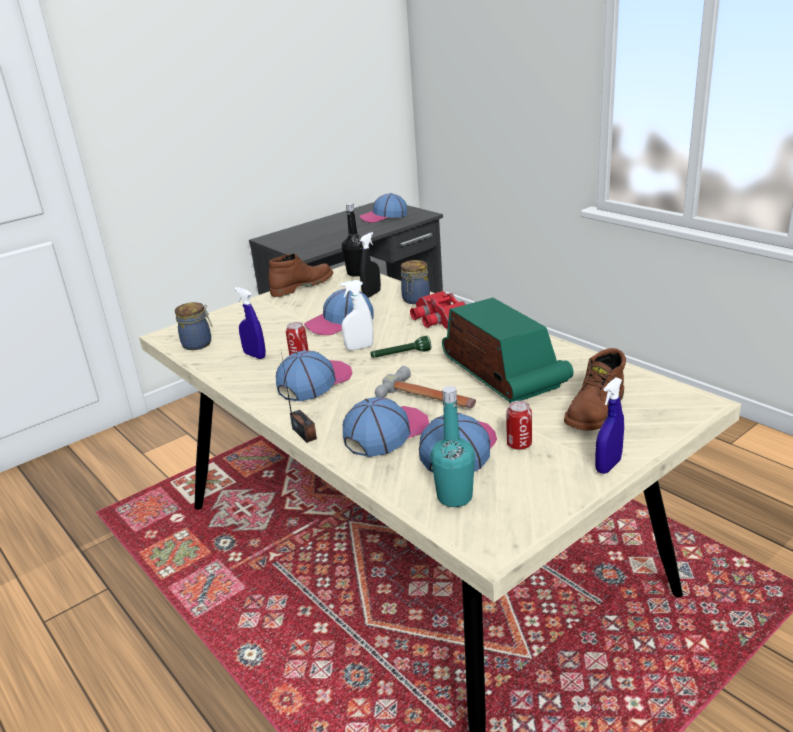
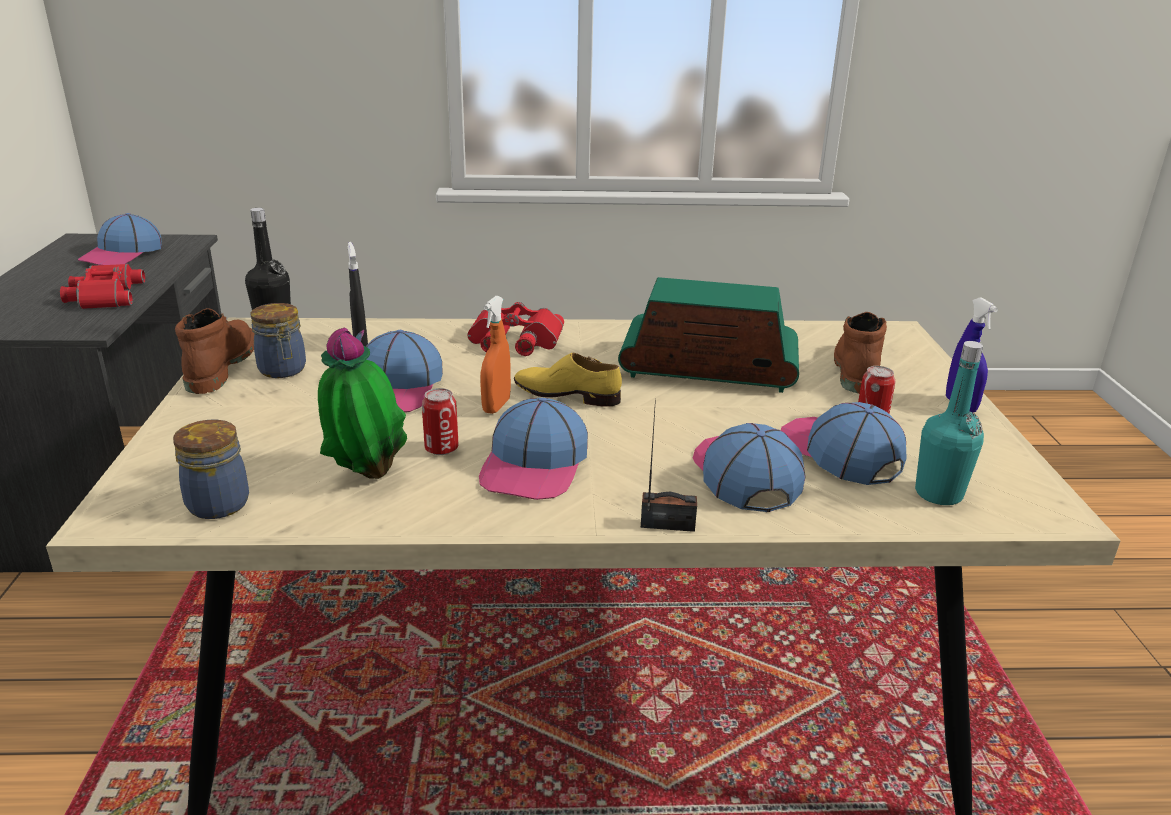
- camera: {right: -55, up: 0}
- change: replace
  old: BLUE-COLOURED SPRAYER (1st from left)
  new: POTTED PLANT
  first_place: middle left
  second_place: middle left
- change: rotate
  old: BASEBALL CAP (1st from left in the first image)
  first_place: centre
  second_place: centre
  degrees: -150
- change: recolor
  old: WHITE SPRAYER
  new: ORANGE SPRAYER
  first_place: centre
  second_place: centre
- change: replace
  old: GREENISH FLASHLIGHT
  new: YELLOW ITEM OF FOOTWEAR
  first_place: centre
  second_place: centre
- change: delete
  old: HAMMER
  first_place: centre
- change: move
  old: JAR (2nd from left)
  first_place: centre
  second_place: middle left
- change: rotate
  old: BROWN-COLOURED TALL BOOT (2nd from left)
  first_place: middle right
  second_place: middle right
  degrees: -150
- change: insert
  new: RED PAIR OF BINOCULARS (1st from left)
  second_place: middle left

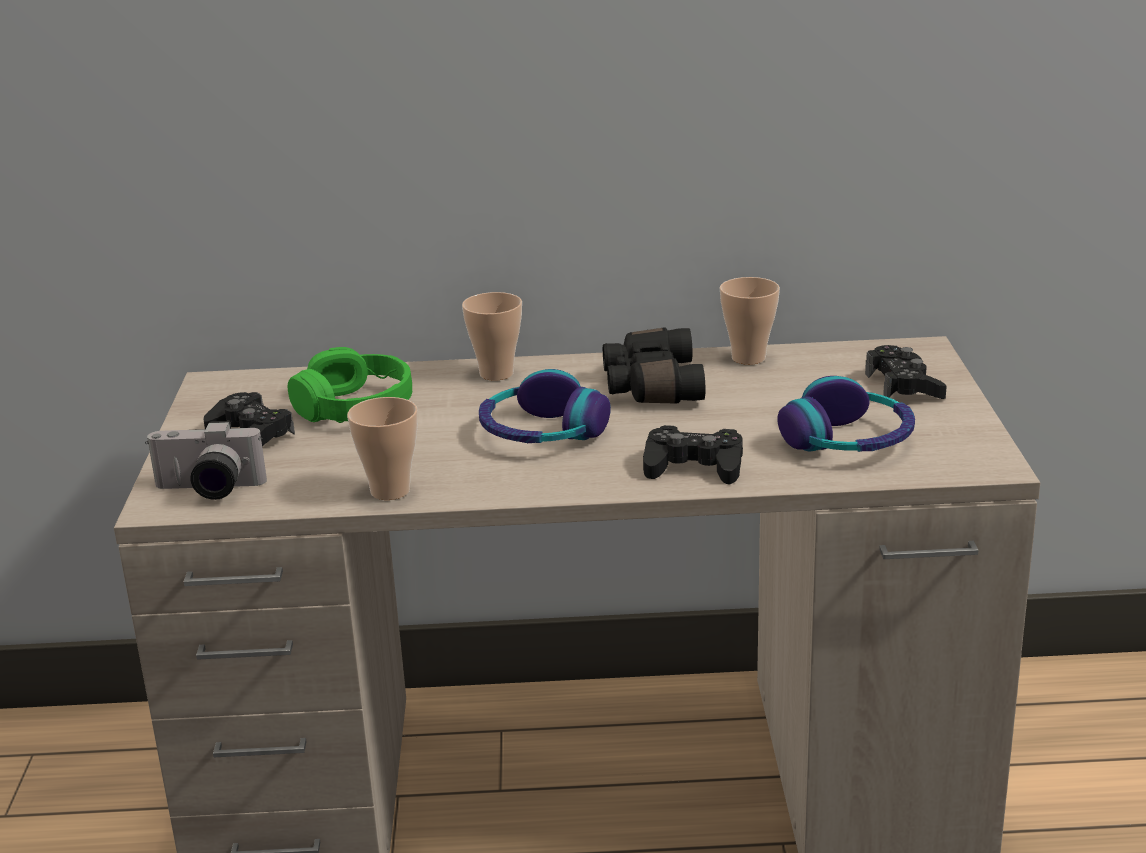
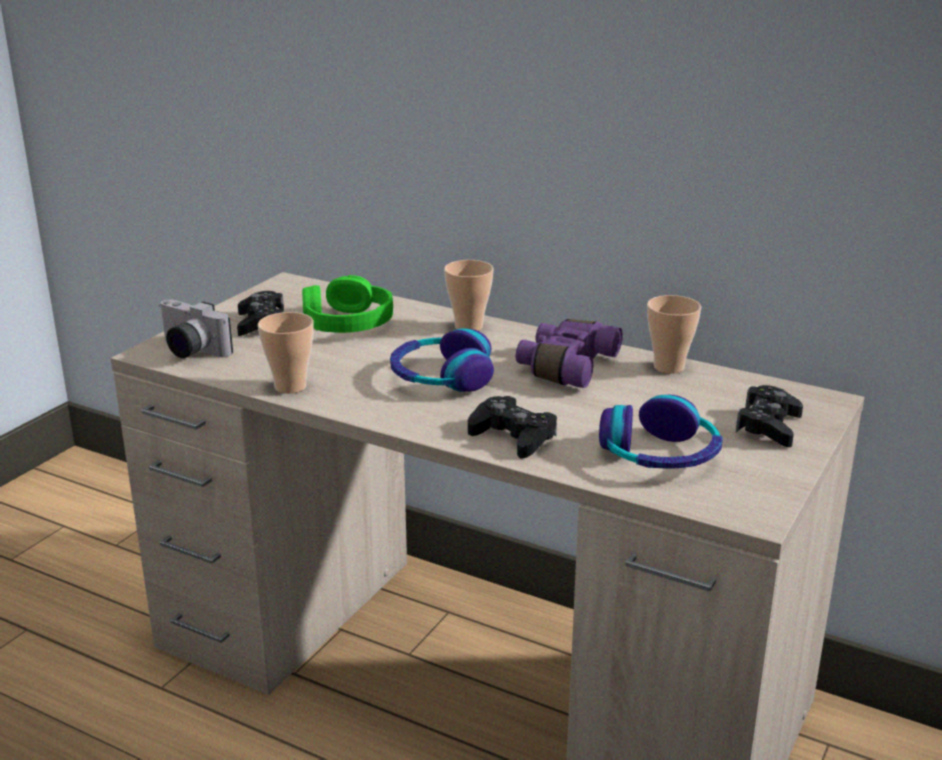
- camera: {right: 30, up: 0}
- change: recolor
  old: BLACK PAIR OF BINOCULARS
  new: PURPLE-COLOURED PAIR OF BINOCULARS
  first_place: centre
  second_place: centre

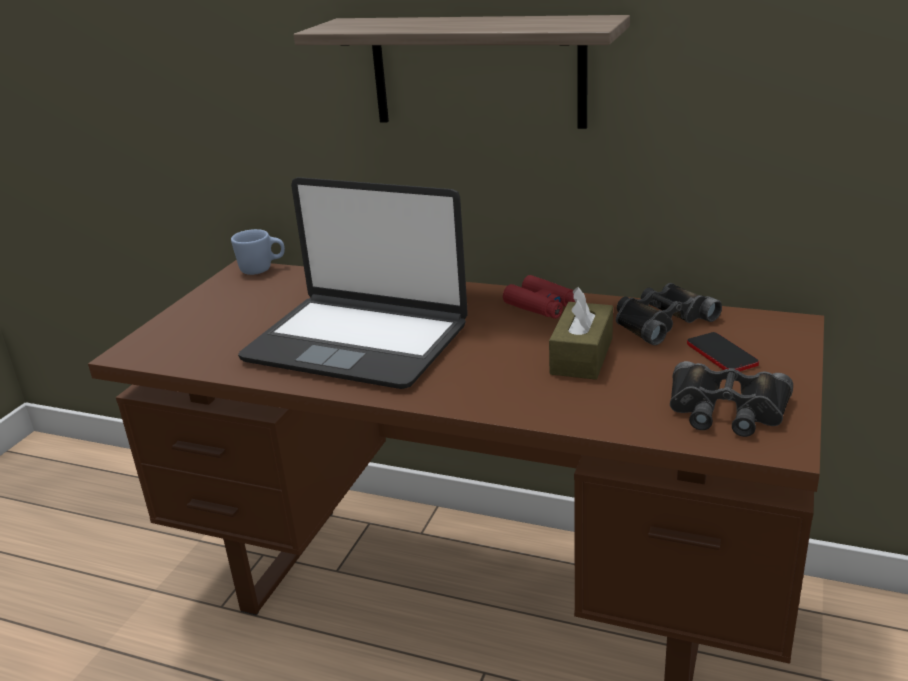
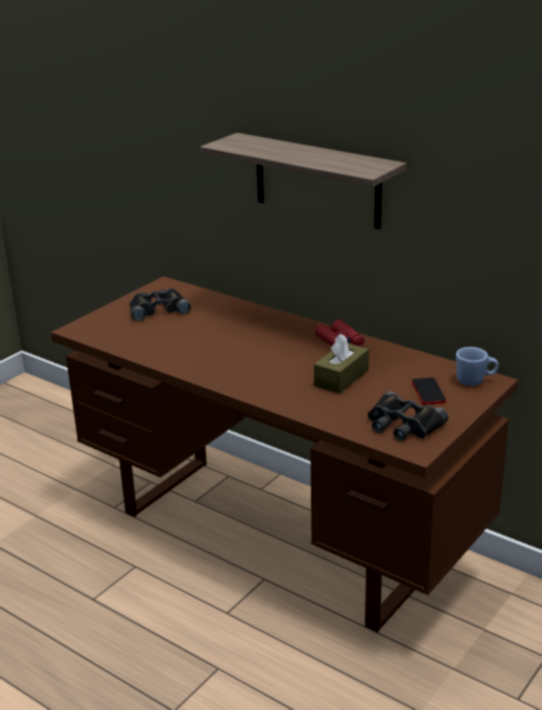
- camera: {right: 15, up: 0}
- change: move
  old: BLUE-COLOURED MUG
  first_place: middle left
  second_place: middle right
- change: delete
  old: NOTEBOOK COMPUTER
  first_place: centre
- change: move
  old: BLACK PAIR OF BINOCULARS (1st from left)
  first_place: middle right
  second_place: middle left

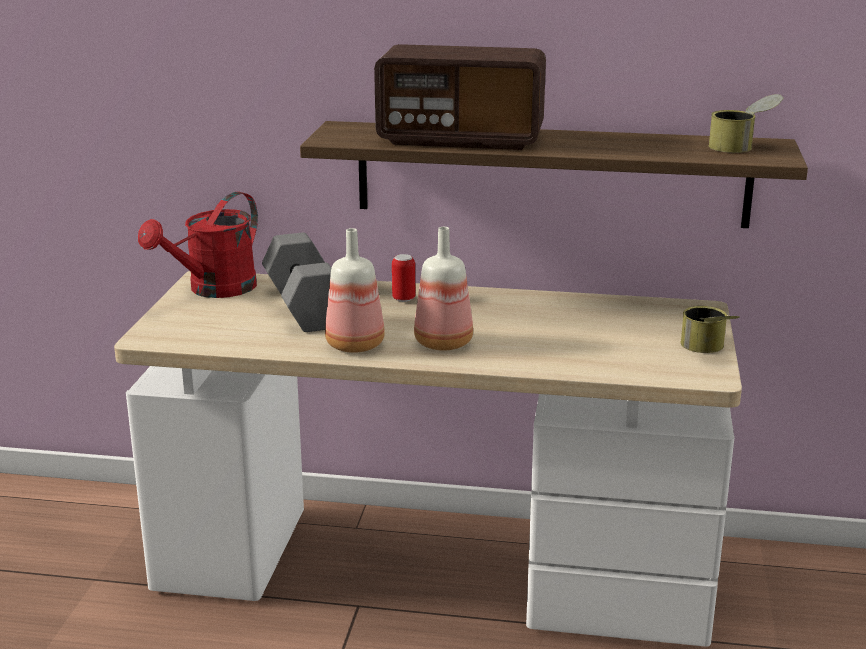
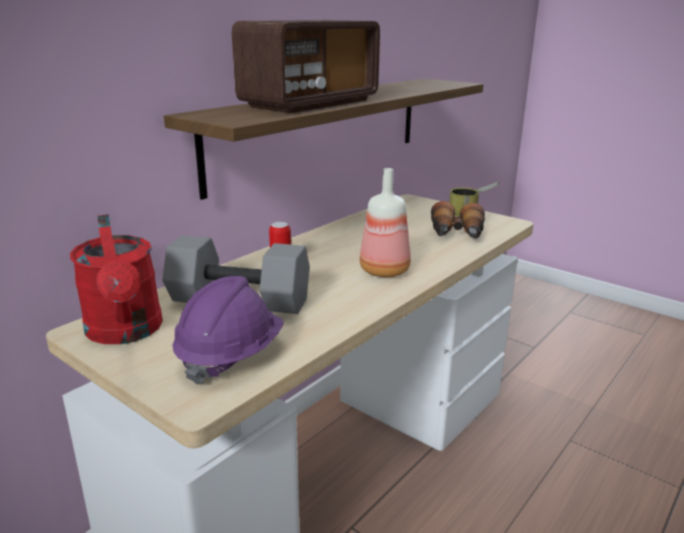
- camera: {right: -60, up: 0}
- change: delete
  old: BOTTLE (1st from left)
  first_place: centre
- change: delete
  old: CAN (3rd from left)
  first_place: top right
- change: insert
  new: PURPLE-COLOURED WORK HELMET
  second_place: centre
- change: insert
  new: PAIR OF BINOCULARS
  second_place: middle right

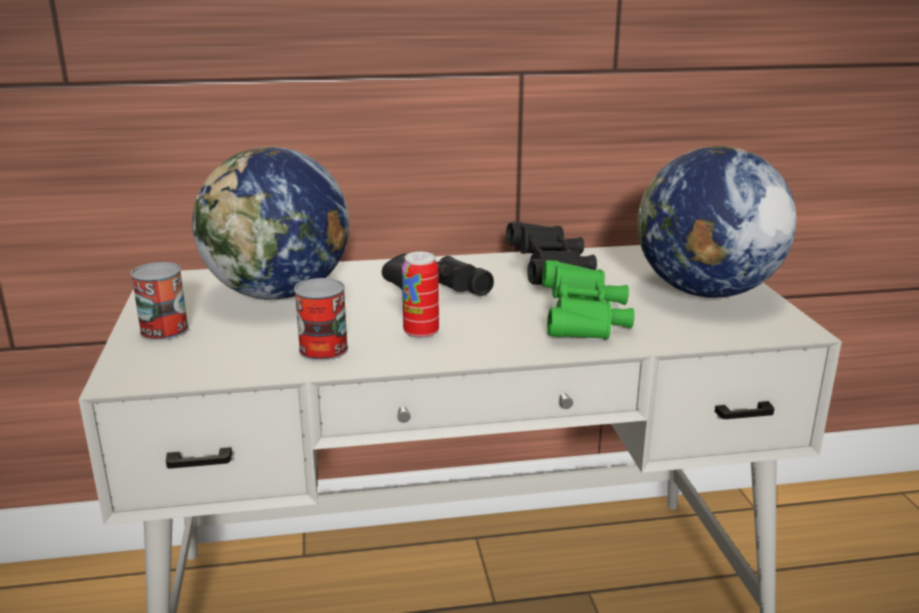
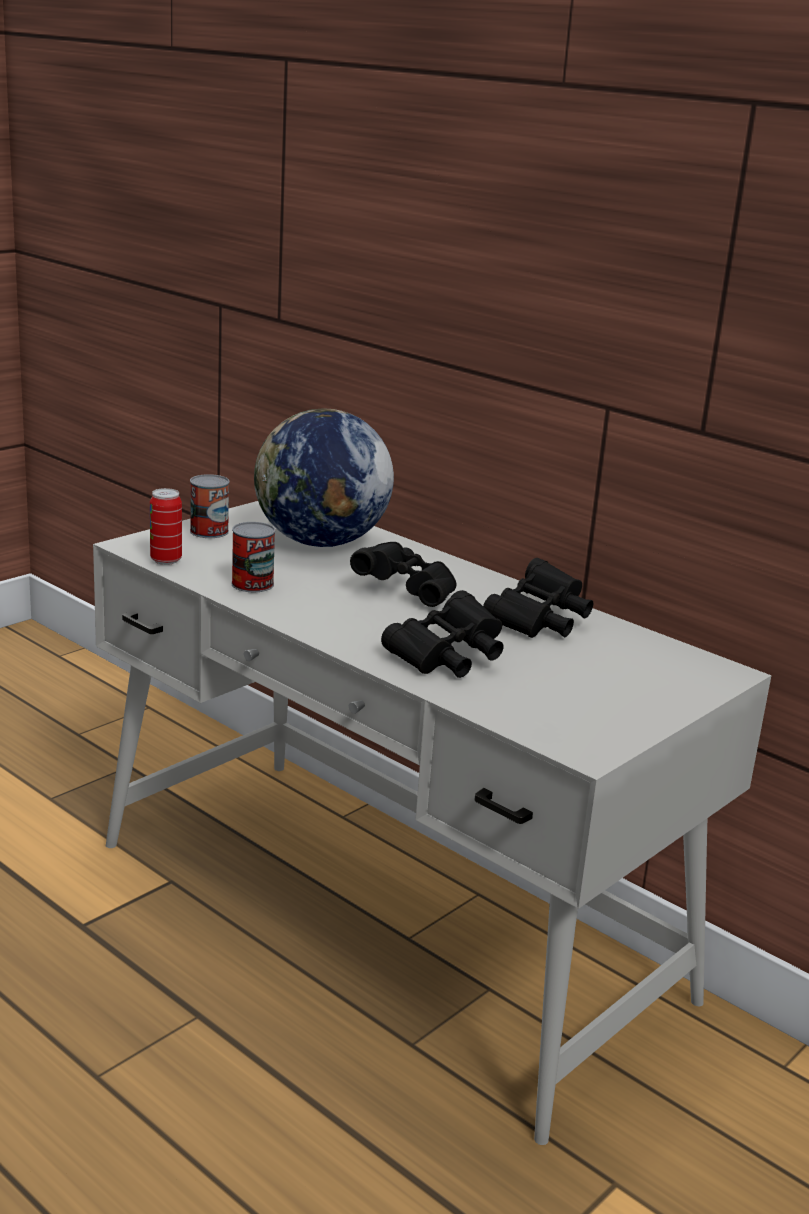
- camera: {right: 50, up: 0}
- change: move
  old: CAN (3rd from left in the first image)
  new: CAN (1st from left)
  first_place: centre
  second_place: middle left
- change: recolor
  old: GREENISH PAIR OF BINOCULARS
  new: BLACK PAIR OF BINOCULARS (2nd from left)
  first_place: centre
  second_place: centre
- change: delete
  old: GLOBE (2nd from left)
  first_place: middle right

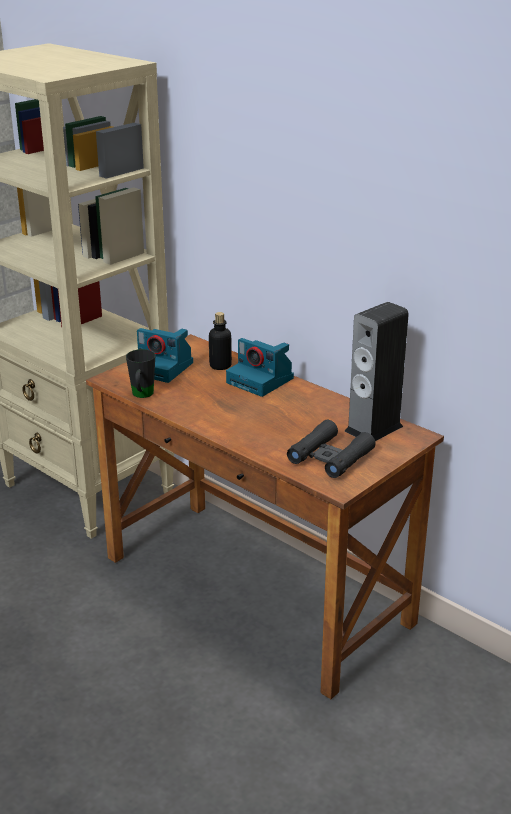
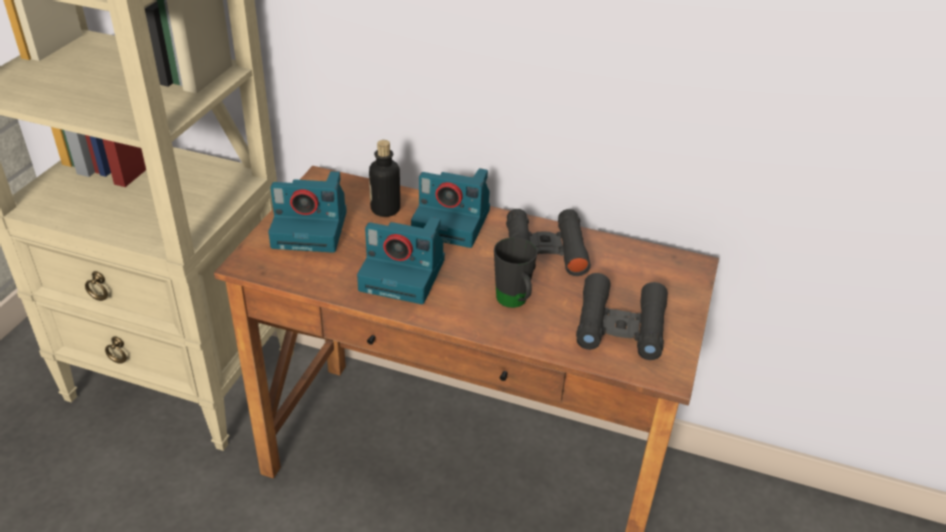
- camera: {right: -25, up: 10}
- change: move
  old: BLACK MUG
  first_place: middle left
  second_place: centre
- change: delete
  old: SPEAKER
  first_place: middle right
- change: insert
  new: STILL CAMERA (2nd from left)
  second_place: centre
- change: insert
  new: BLACK PAIR OF BINOCULARS (1st from left)
  second_place: centre

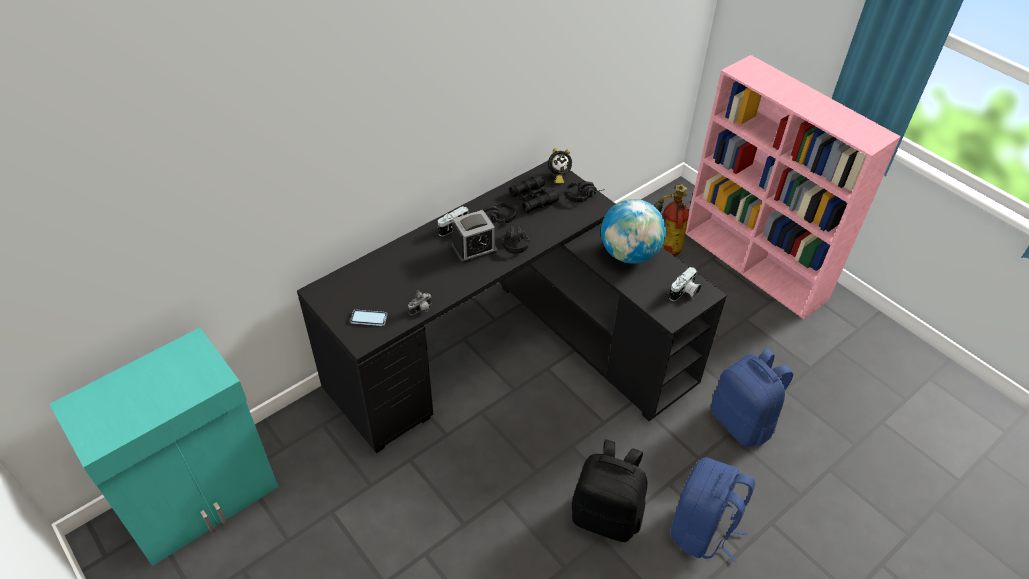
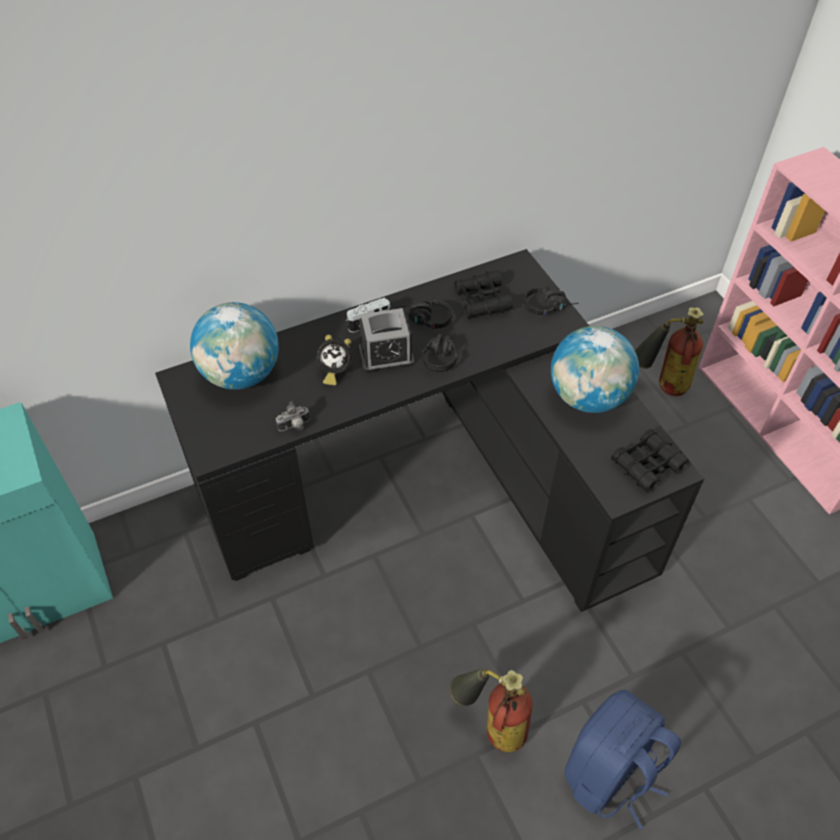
- camera: {right: 15, up: 5}
- change: delete
  old: PHONE
  first_place: centre
- change: move
  old: BEDSIDE CLOCK (2nd from left in the first image)
  new: BEDSIDE CLOCK (1st from left)
  first_place: top centre
  second_place: centre
- change: replace
  old: BLACK RUCKSACK
  new: FIRE EXTINGUISHER (1st from left)
  first_place: bottom centre
  second_place: bottom centre
- change: replace
  old: STILL CAMERA (3rd from left)
  new: BLACK PAIR OF BINOCULARS (2nd from left)
  first_place: centre
  second_place: middle right
- change: delete
  old: BLUE-COLOURED RUCKSACK (2nd from left)
  first_place: bottom right
- change: insert
  new: GLOBE (1st from left)
  second_place: middle left

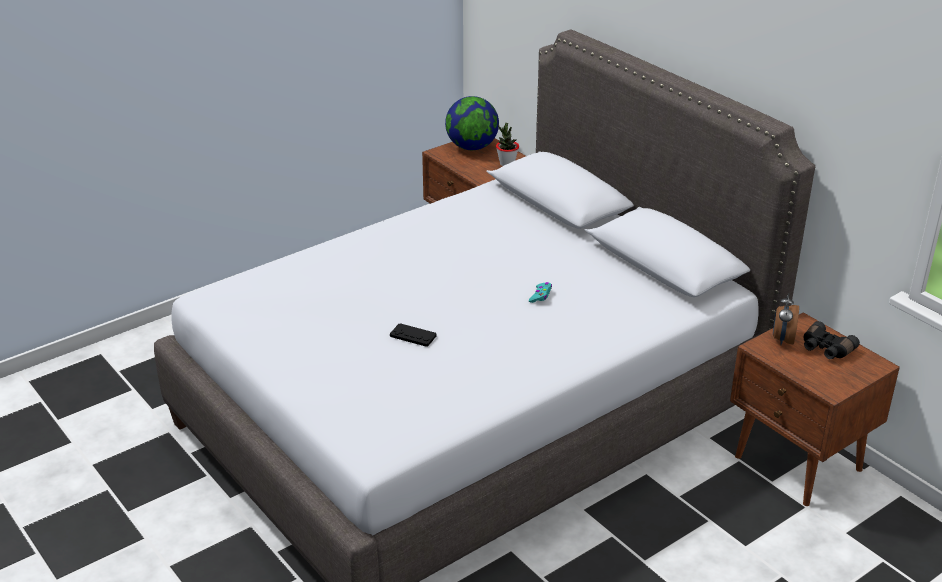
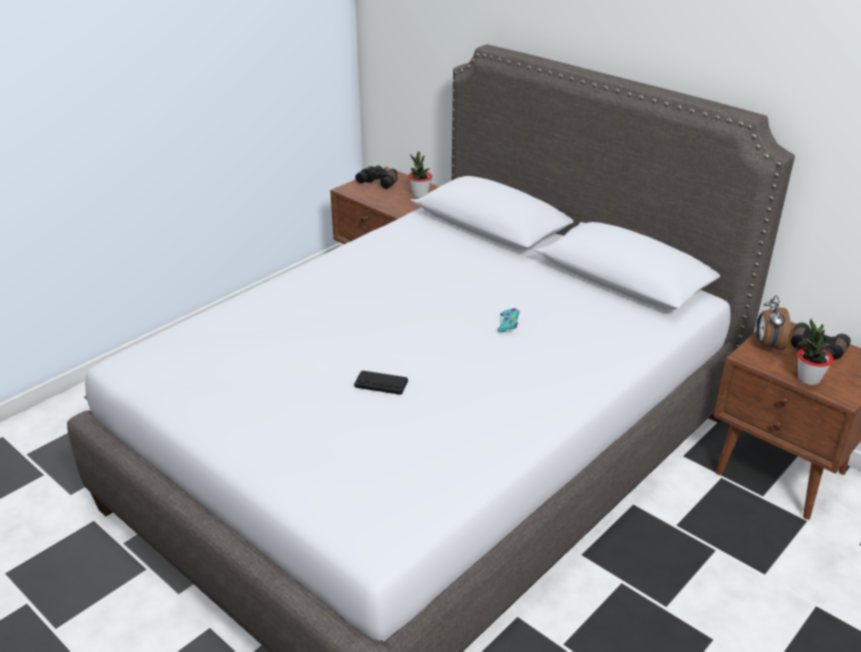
- camera: {right: -10, up: 0}
- change: replace
  old: GLOBE
  new: BLACK PAIR OF BINOCULARS (1st from left)
  first_place: top centre
  second_place: top centre
- change: insert
  new: POTTED PLANT (2nd from left)
  second_place: middle right

